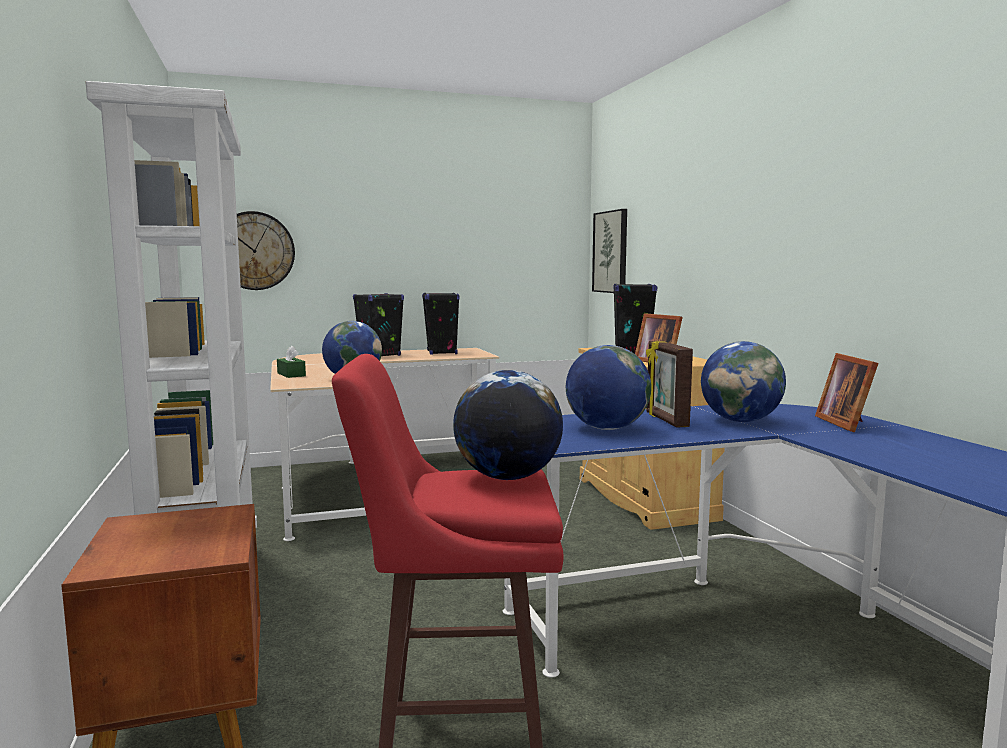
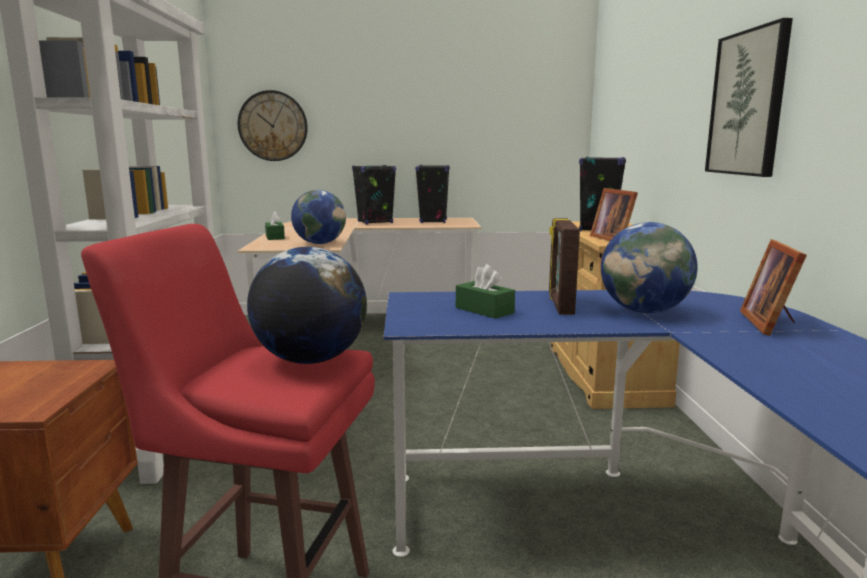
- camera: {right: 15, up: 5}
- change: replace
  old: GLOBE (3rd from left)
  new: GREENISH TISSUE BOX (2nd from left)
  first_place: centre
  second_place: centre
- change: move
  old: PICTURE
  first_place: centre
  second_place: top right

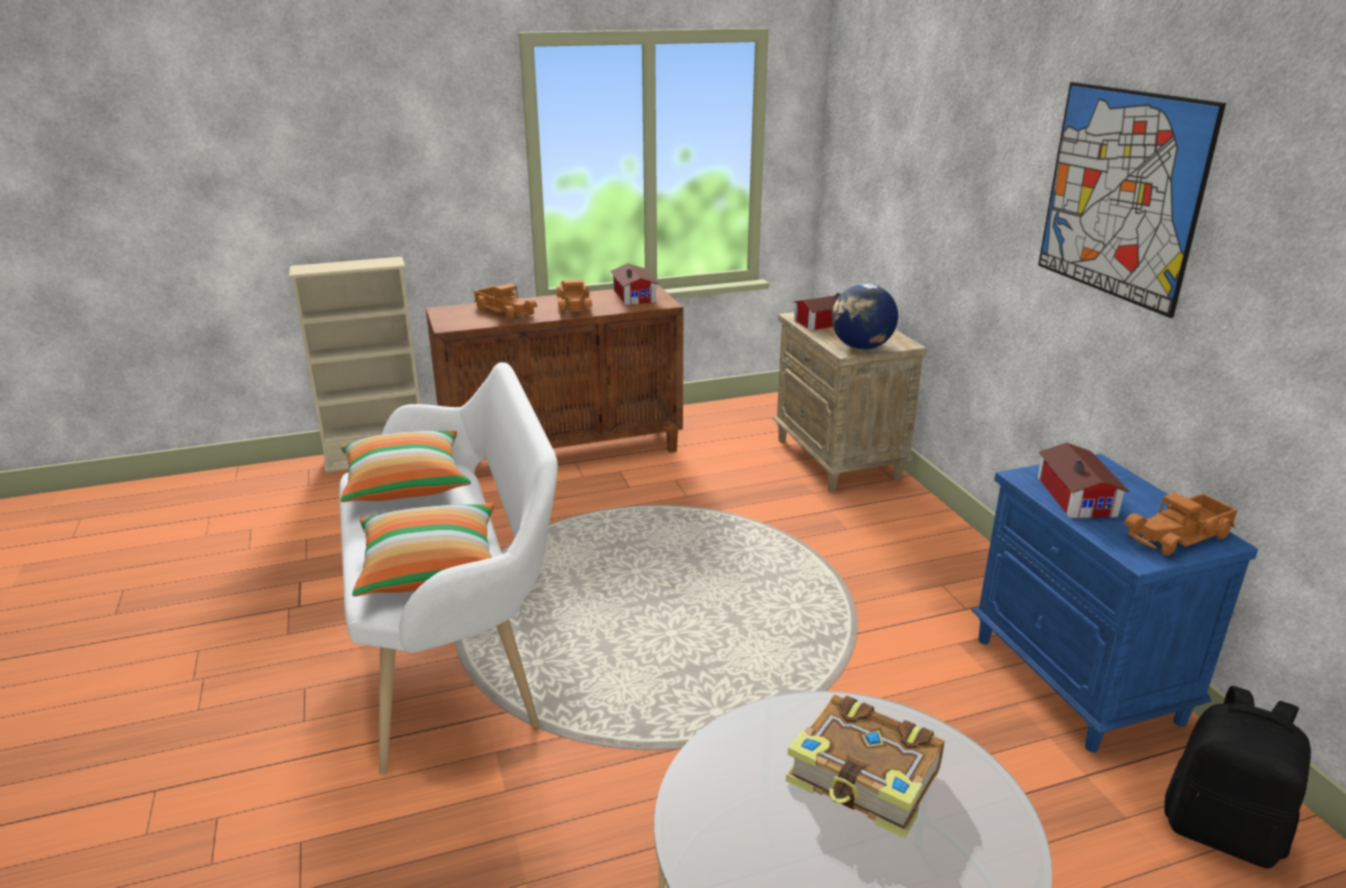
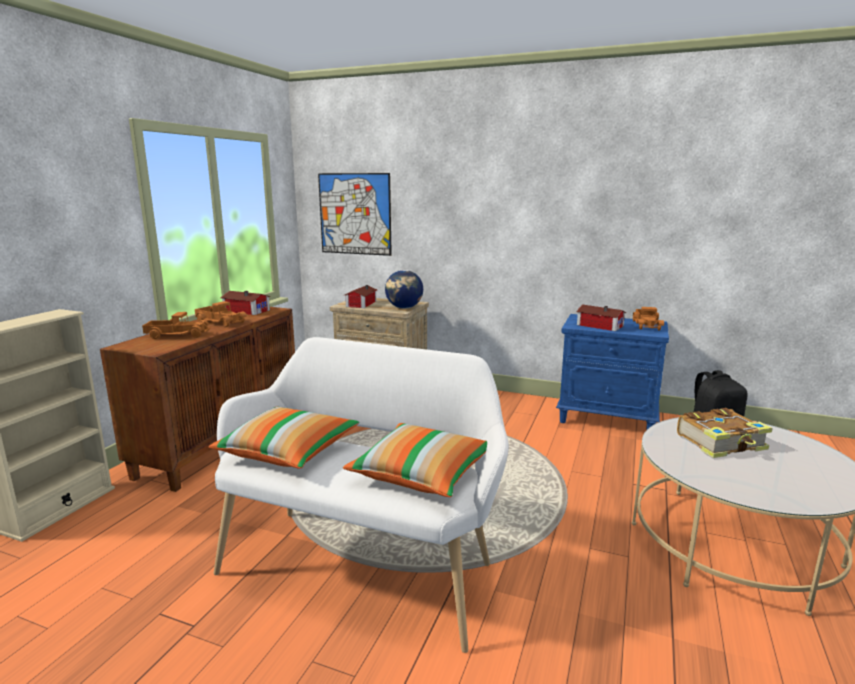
- camera: {right: -50, up: -10}
- change: move
  old: PICTURE
  first_place: top right
  second_place: top centre

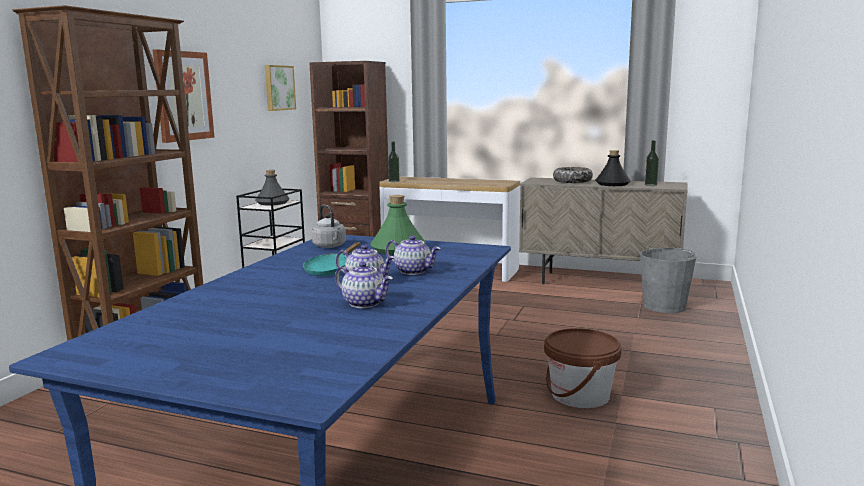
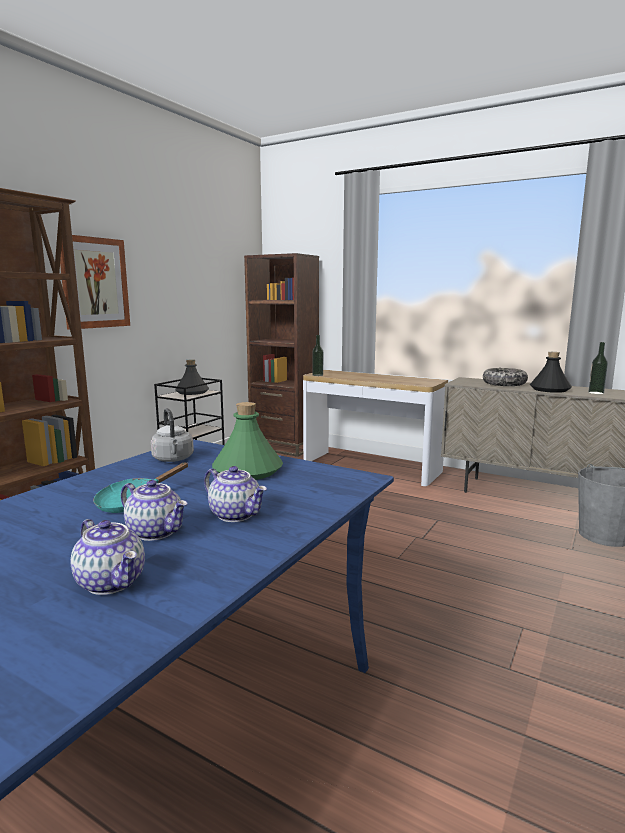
- camera: {right: 10, up: 0}
- change: delete
  old: PICTURE (2nd from left)
  first_place: top left
- change: delete
  old: BROWN-COLOURED WATER BUCKET
  first_place: bottom right

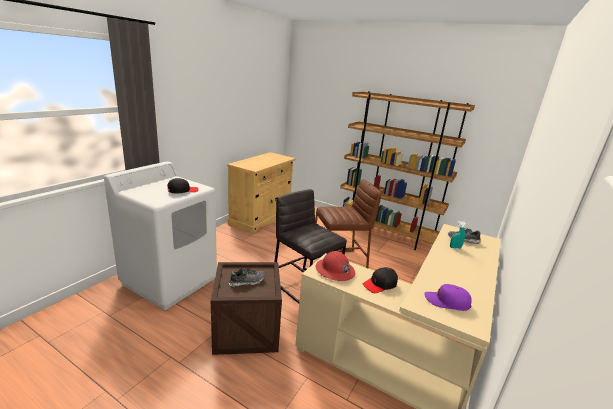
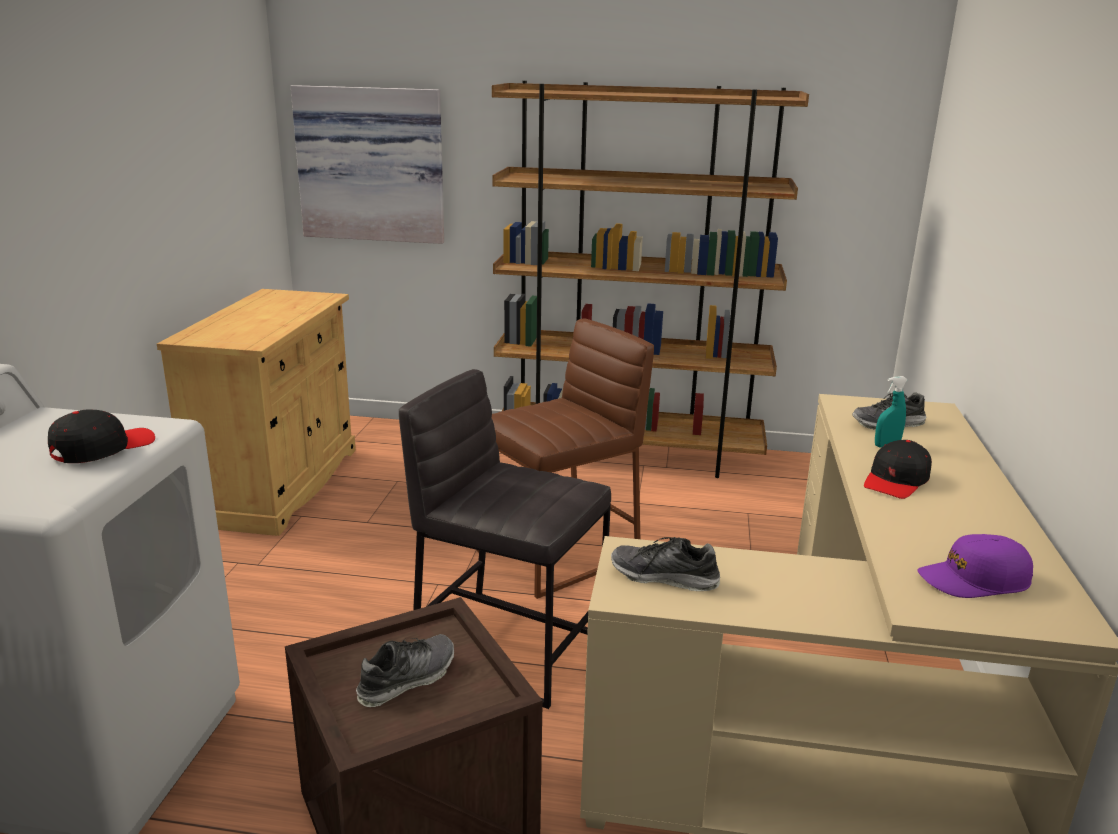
- camera: {right: -20, up: 0}
- change: replace
  old: RED WORK HELMET
  new: ITEM OF FOOTWEAR (2nd from left)
  first_place: centre
  second_place: bottom centre
- change: move
  old: BLACK BASEBALL CAP (2nd from left)
  first_place: bottom centre
  second_place: middle right
- change: insert
  new: PICTURE
  second_place: top left

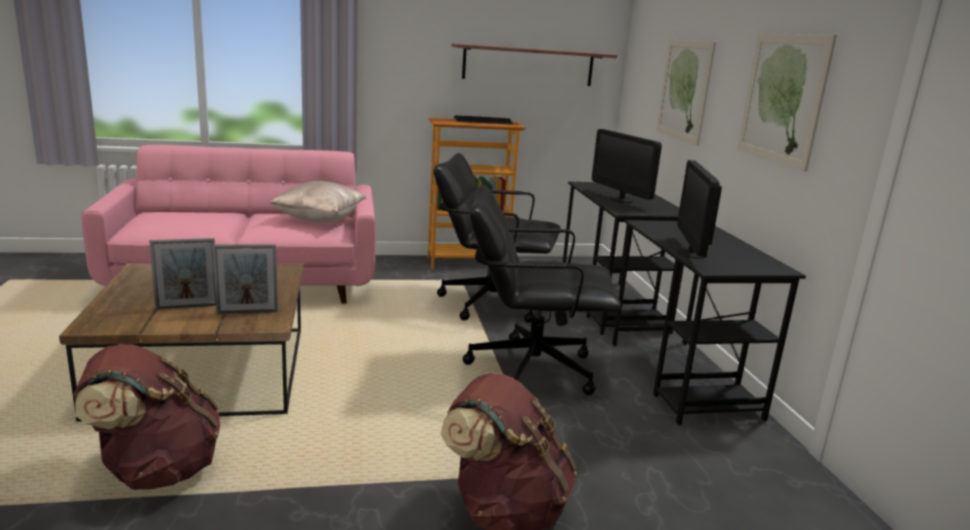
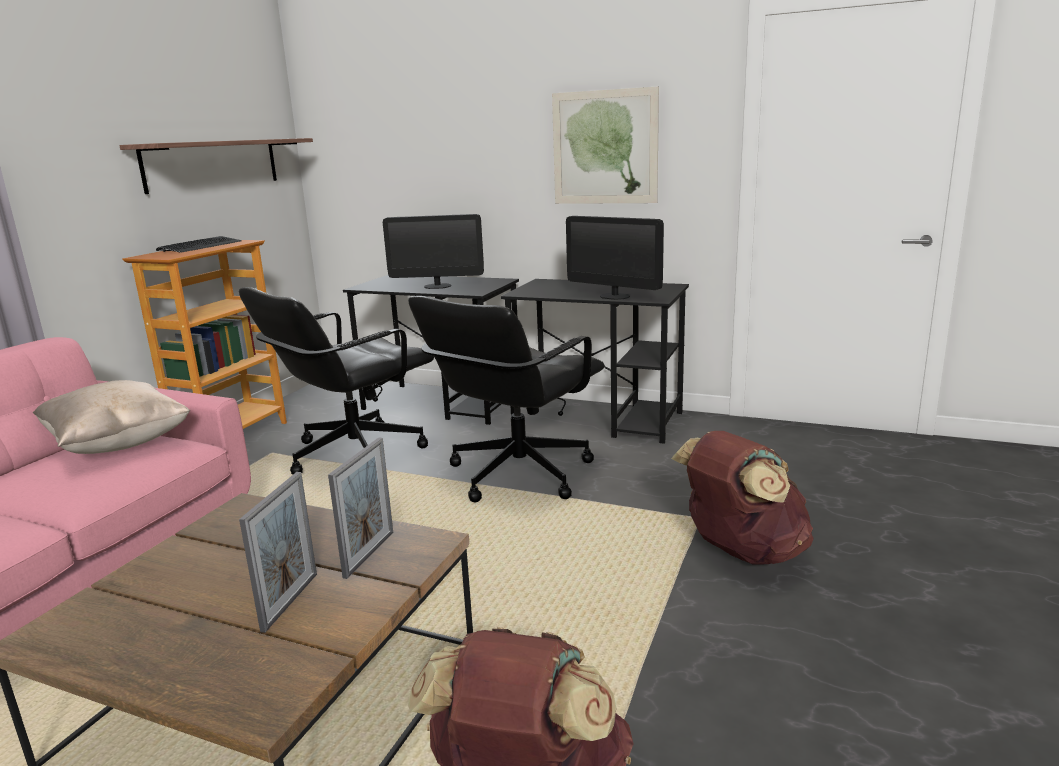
- camera: {right: -55, up: 0}
- change: delete
  old: PICTURE (1st from left)
  first_place: top right

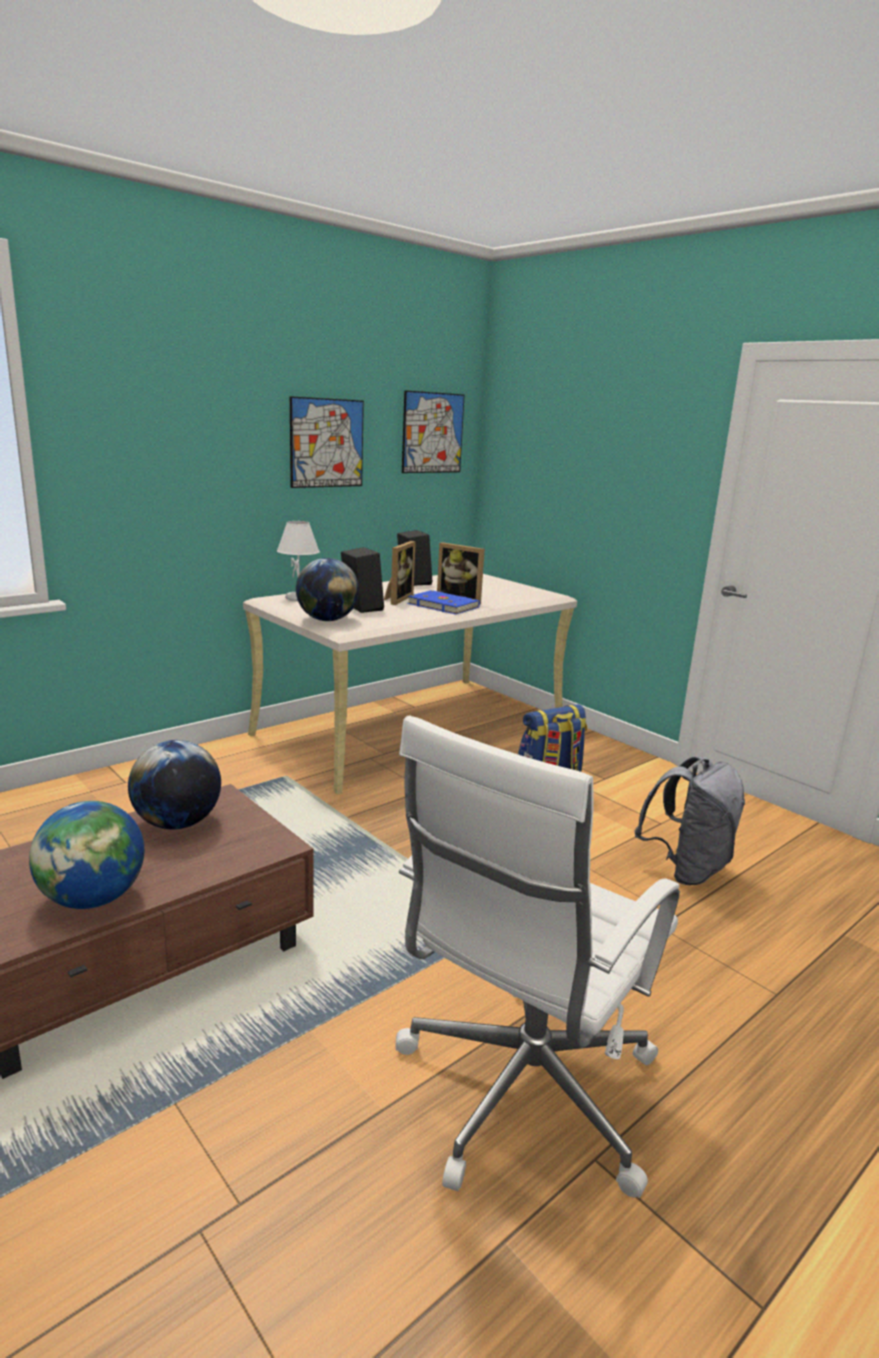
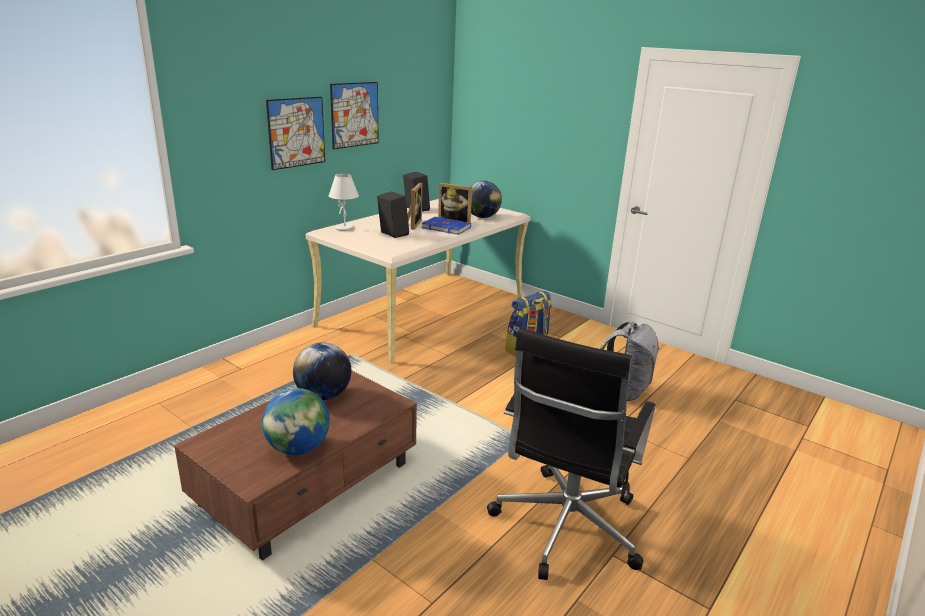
- camera: {right: -10, up: 5}
- change: move
  old: GLOBE (3rd from left)
  first_place: centre
  second_place: top centre
- change: recolor
  old: WHITE COMPUTER CHAIR
  new: BLACK COMPUTER CHAIR
  first_place: bottom centre
  second_place: bottom centre
- change: move
  old: PICTURE (2nd from left in the first image)
  new: PICTURE (1st from left)
  first_place: top centre
  second_place: top left

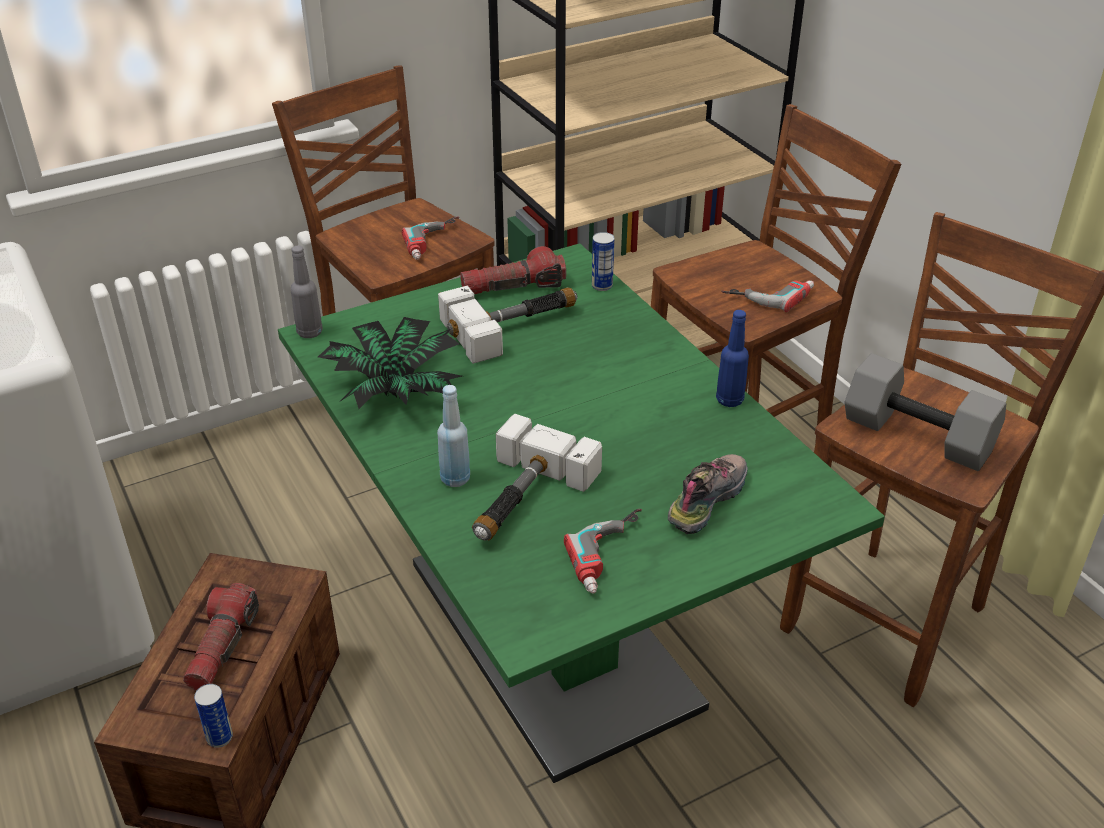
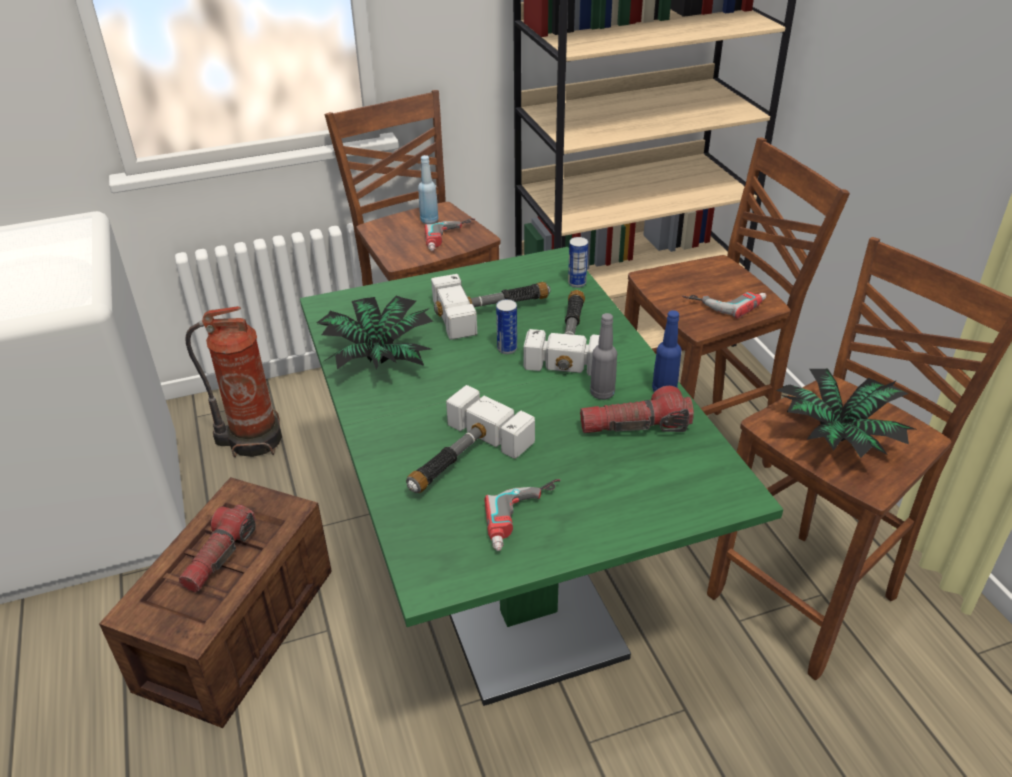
- camera: {right: 10, up: 0}
- change: move
  old: CAN (1st from left)
  first_place: bottom left
  second_place: centre
- change: move
  old: GRAY BOTTLE
  first_place: middle left
  second_place: centre
- change: move
  old: BLUE-COLOURED BOTTLE (1st from left)
  first_place: centre
  second_place: top centre
- change: move
  old: FLASHLIGHT (2nd from left)
  first_place: top centre
  second_place: centre
- change: delete
  old: ITEM OF FOOTWEAR
  first_place: centre
- change: replace
  old: GRAY HAND WEIGHT
  new: POTTED PLANT (2nd from left)
  first_place: middle right
  second_place: middle right
- change: insert
  new: FIRE EXTINGUISHER
  second_place: middle left
- change: insert
  new: HAMMER (3rd from left)
  second_place: centre

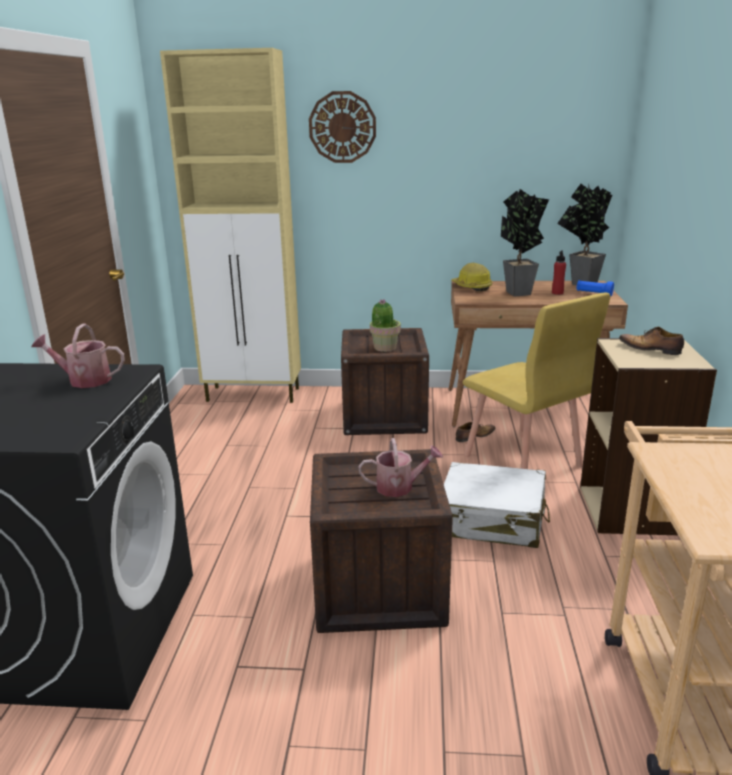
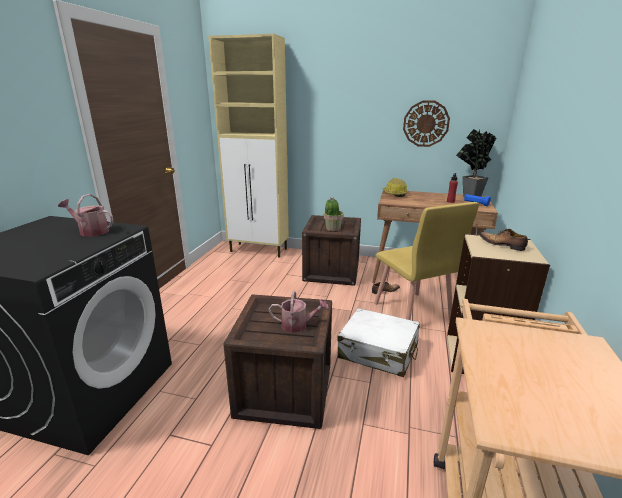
- camera: {right: 10, up: 0}
- change: move
  old: CLOCK ON THE WALL
  first_place: top centre
  second_place: top right
- change: delete
  old: POTTED PLANT (2nd from left)
  first_place: top right

